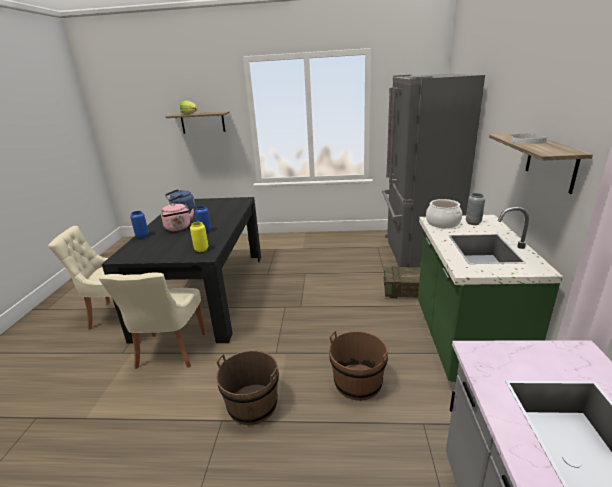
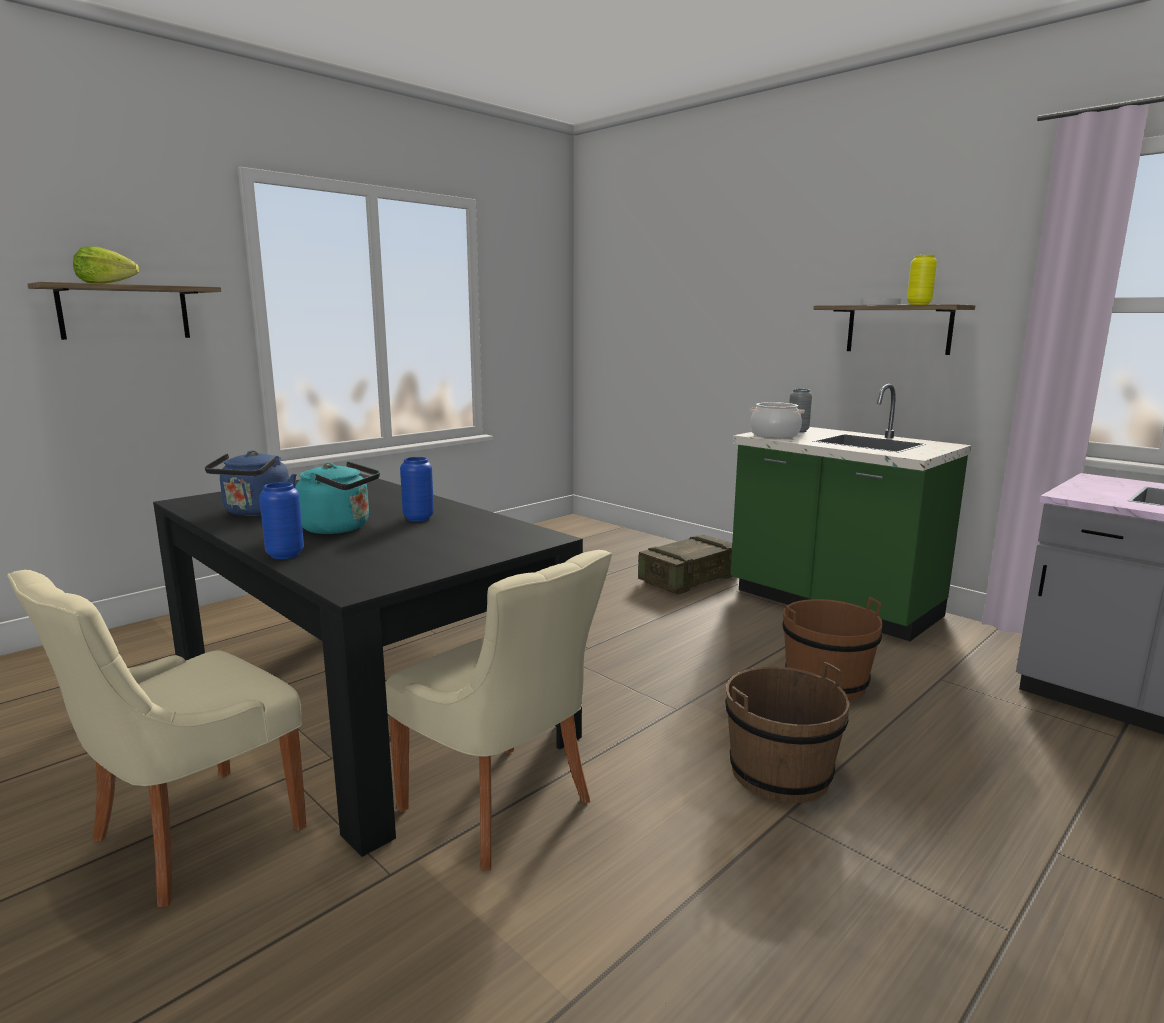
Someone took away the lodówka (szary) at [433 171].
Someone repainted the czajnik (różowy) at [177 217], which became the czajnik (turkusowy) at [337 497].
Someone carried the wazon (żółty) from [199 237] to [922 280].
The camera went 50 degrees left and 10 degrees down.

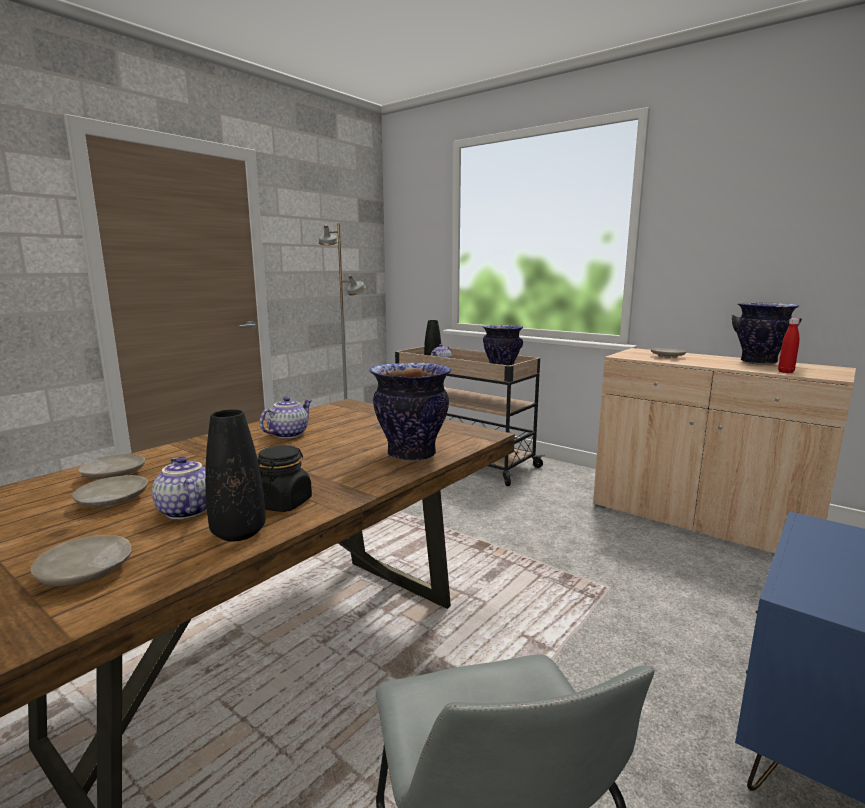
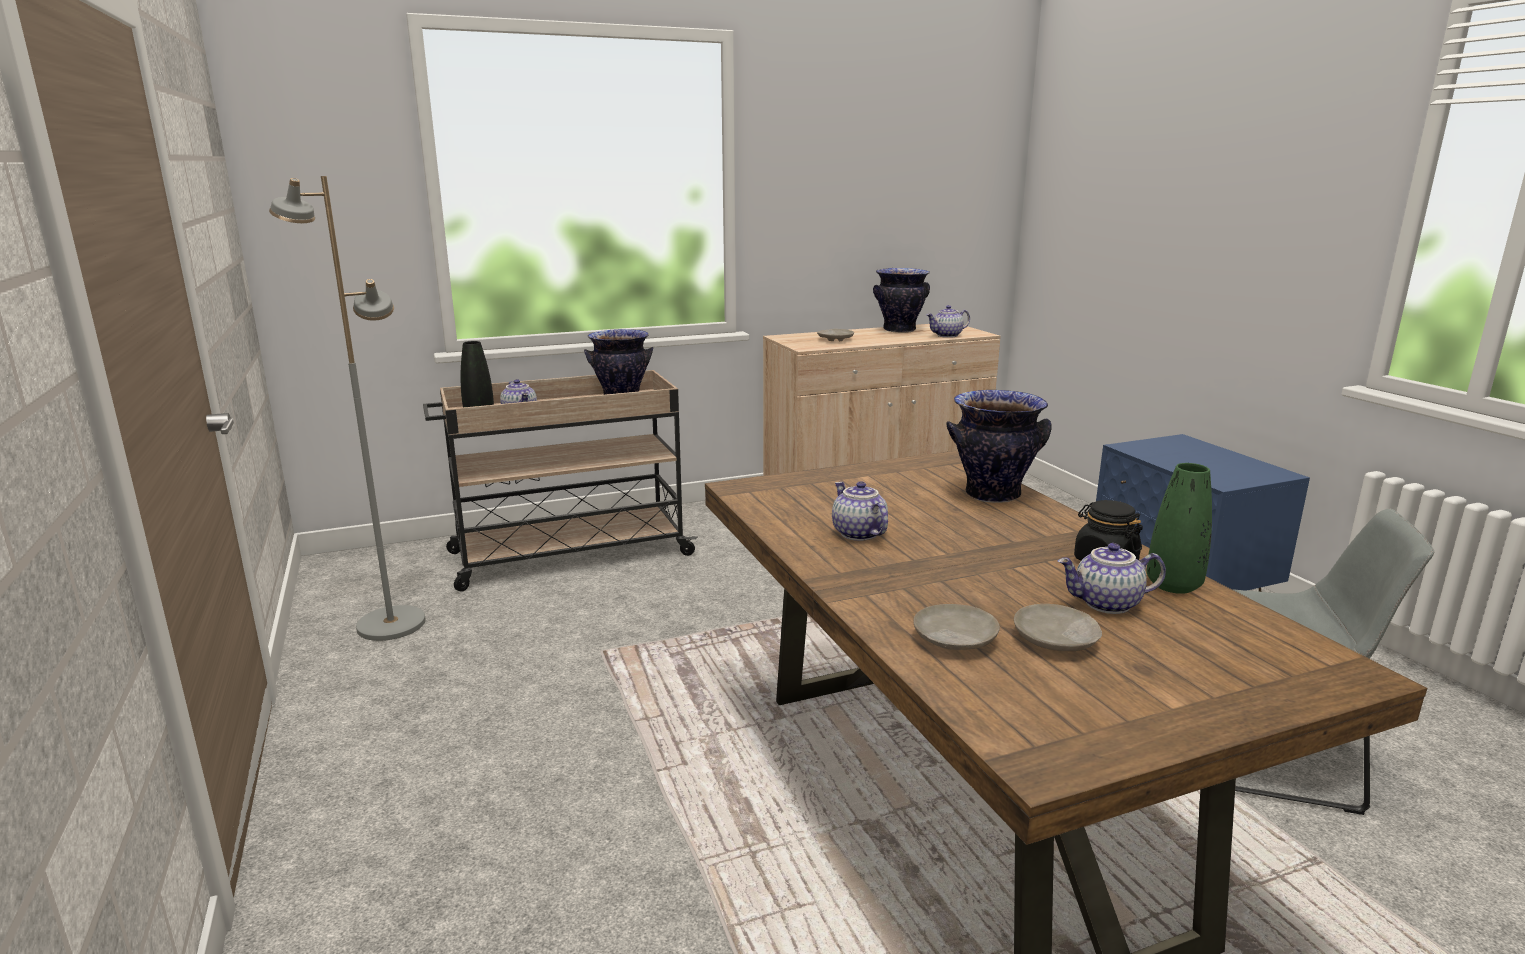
Someone swapped the butelka (czerwony) at [789 345] for the imbryk at [948 321].
Someone repainted the wazon (czarny) at [235 475], which became the wazon (zielony) at [1179 528].
Someone took away the talerz (beżowy) at [81 561].
The camera went 60 degrees left and 5 degrees up.

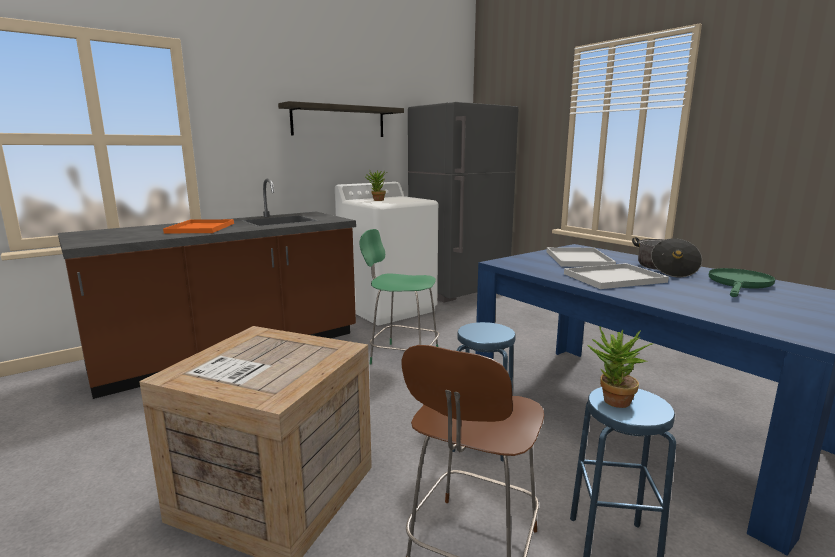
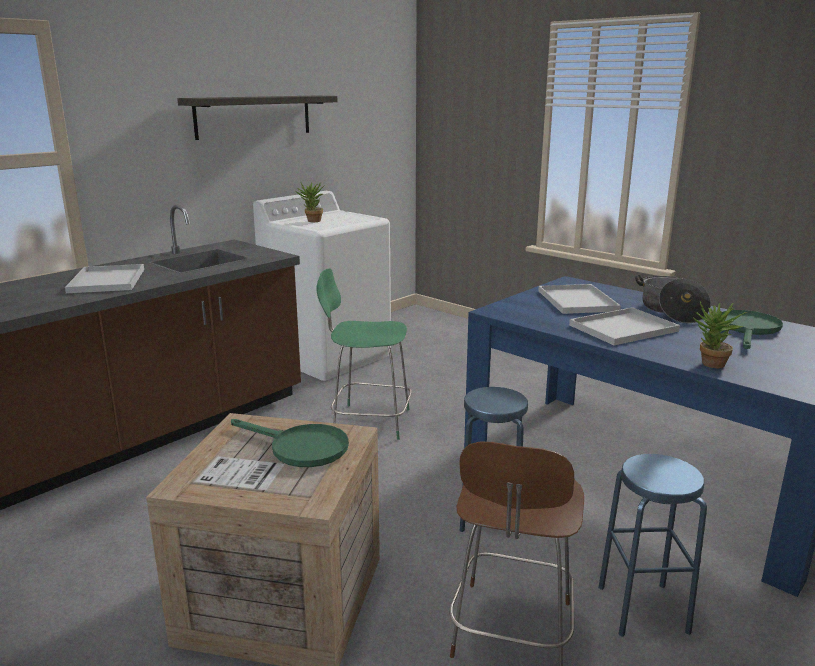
Someone took away the lodówka (szary) at [463 202].
Someone repainted the taca (pomarańczowy) at [198 226], which became the taca (biały) at [104 278].
Someone carried the roślina doniczkowa from [620 367] to [720 334].
Someone put down the patelnia (zielony) at [290 443].
The camera went 10 degrees left and 5 degrees up.

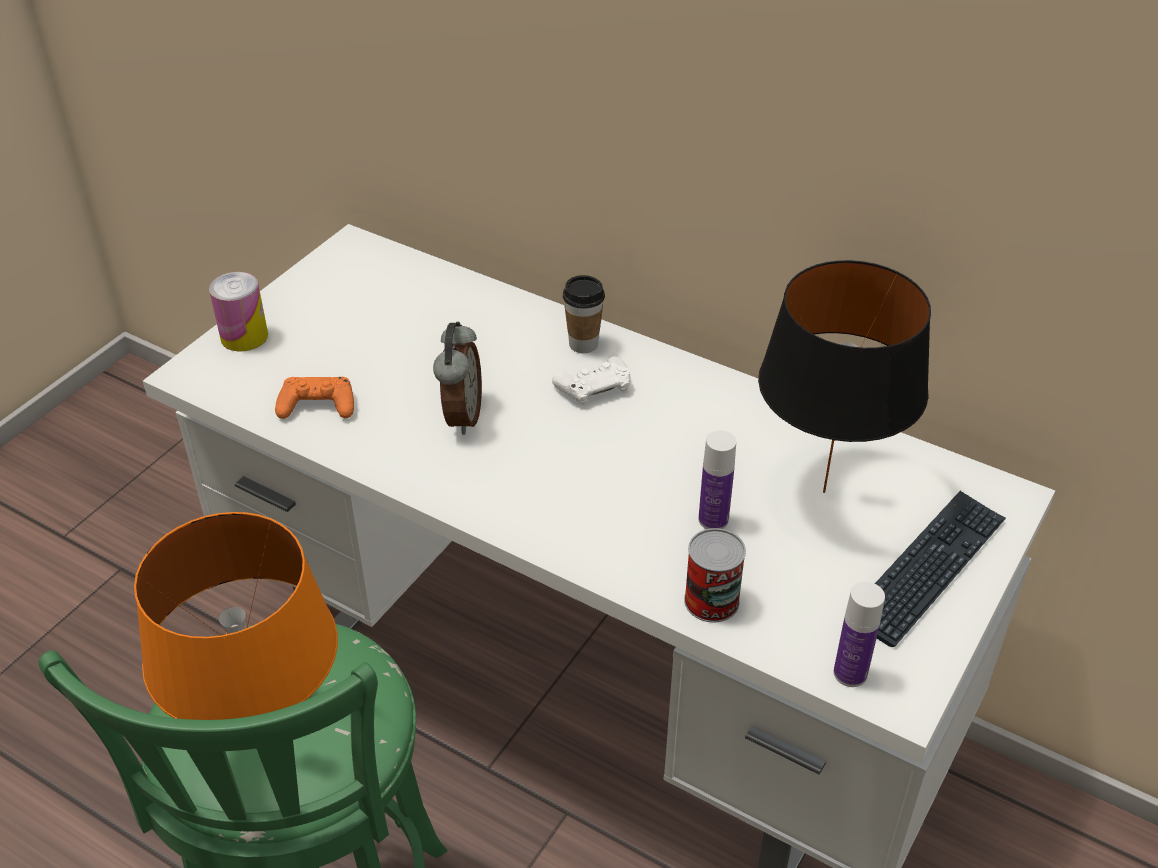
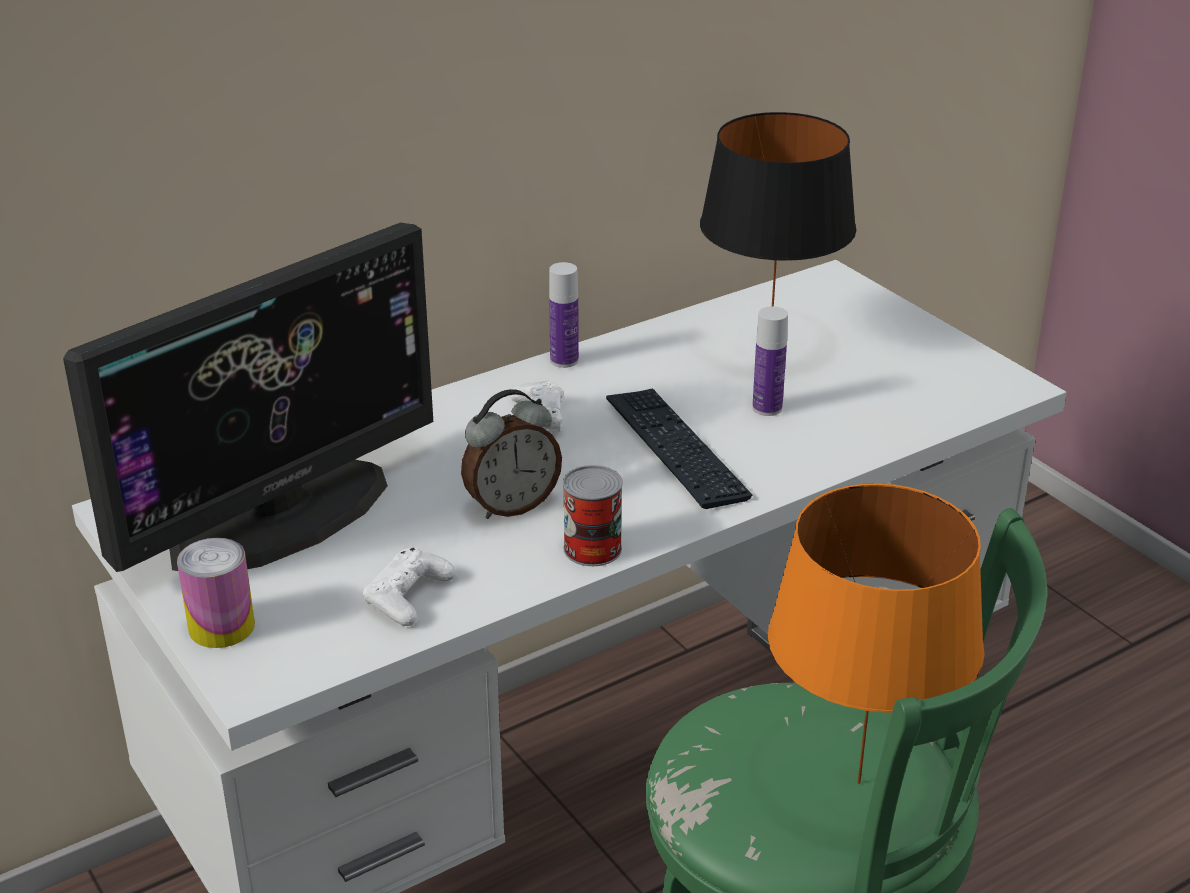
Someone took away the filiżanka at [584 314].
Someone rotated the budzik at [457 378] by 120 degrees clockwise.
Someone repainted the pad do gier (pomarańczowy) at [314 398], which became the pad do gier (biały) at [409 587].
Someone carried the klawiatura from [940 569] to [679 448].
Someone carried the puszka from [715 575] to [593 515].
Someone carried the butelka from [859 634] to [564 315].
Someone put down the monitor at [248 397].
The camera went 65 degrees left and 10 degrees down.

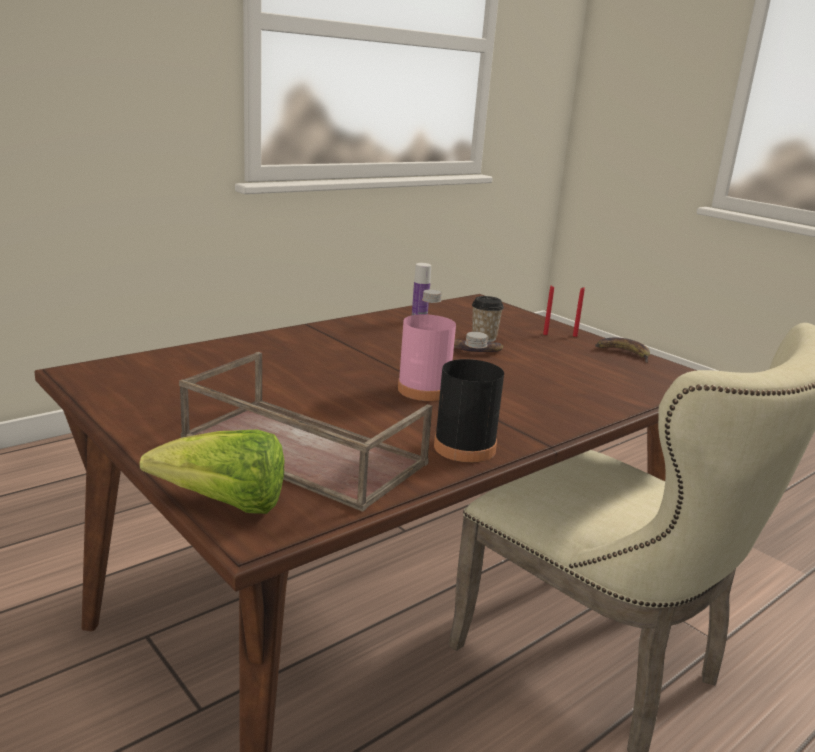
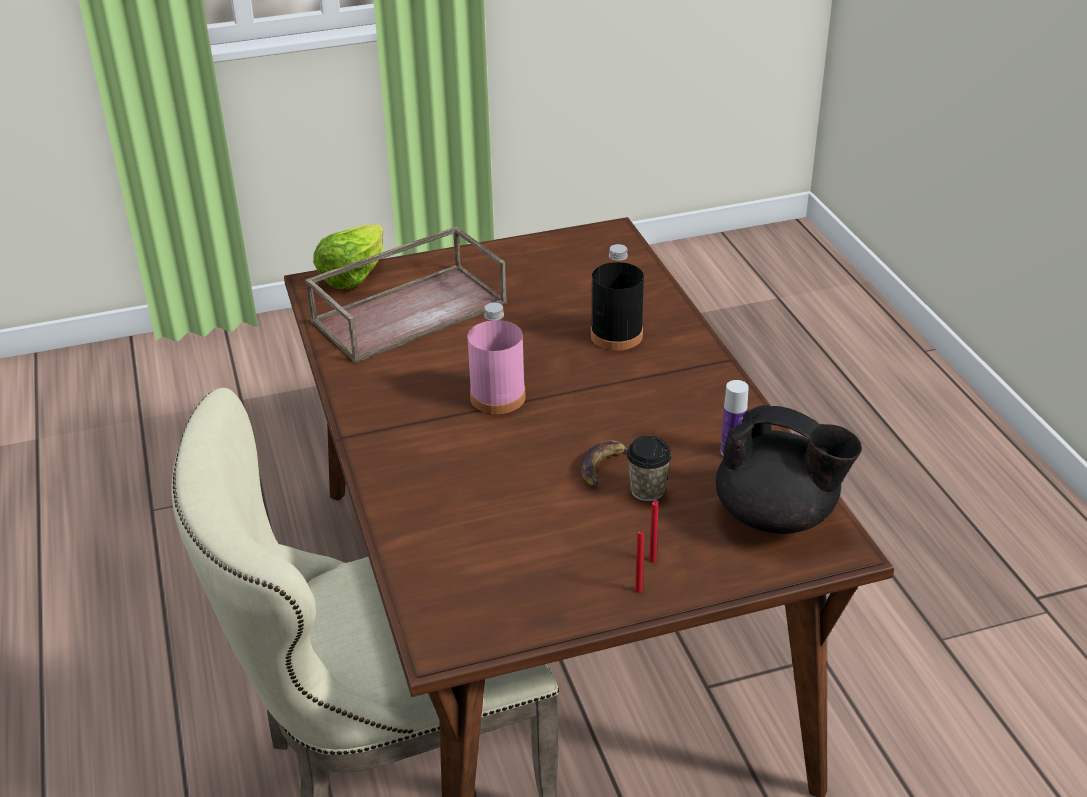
Someone carried the butelka (czarny) from [469 397] to [617 297].
Someone took away the banan at [622 350].
Someone put down the imbryk (czarny) at [789 469].
The camera went 115 degrees right and 15 degrees up.

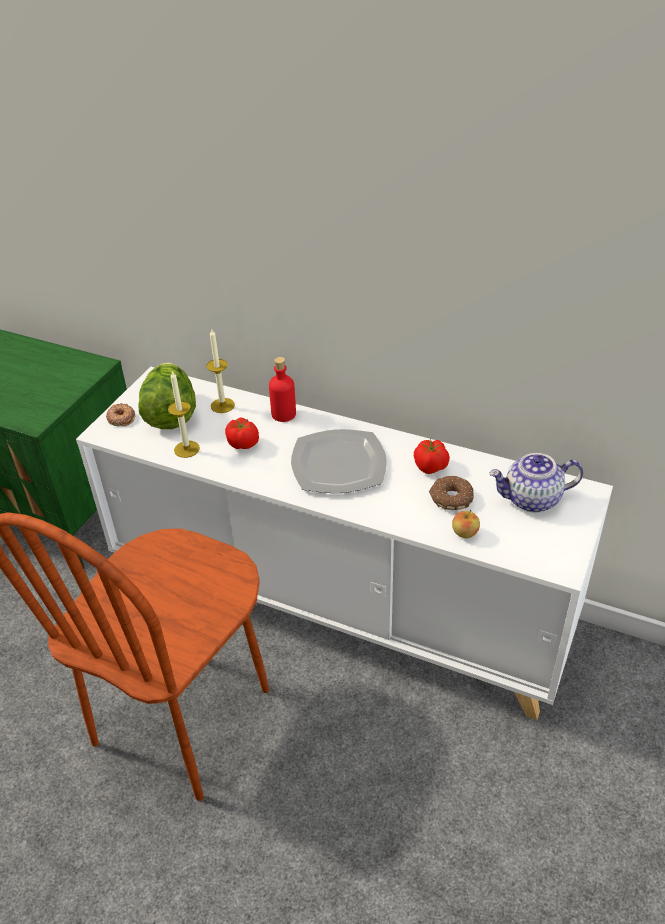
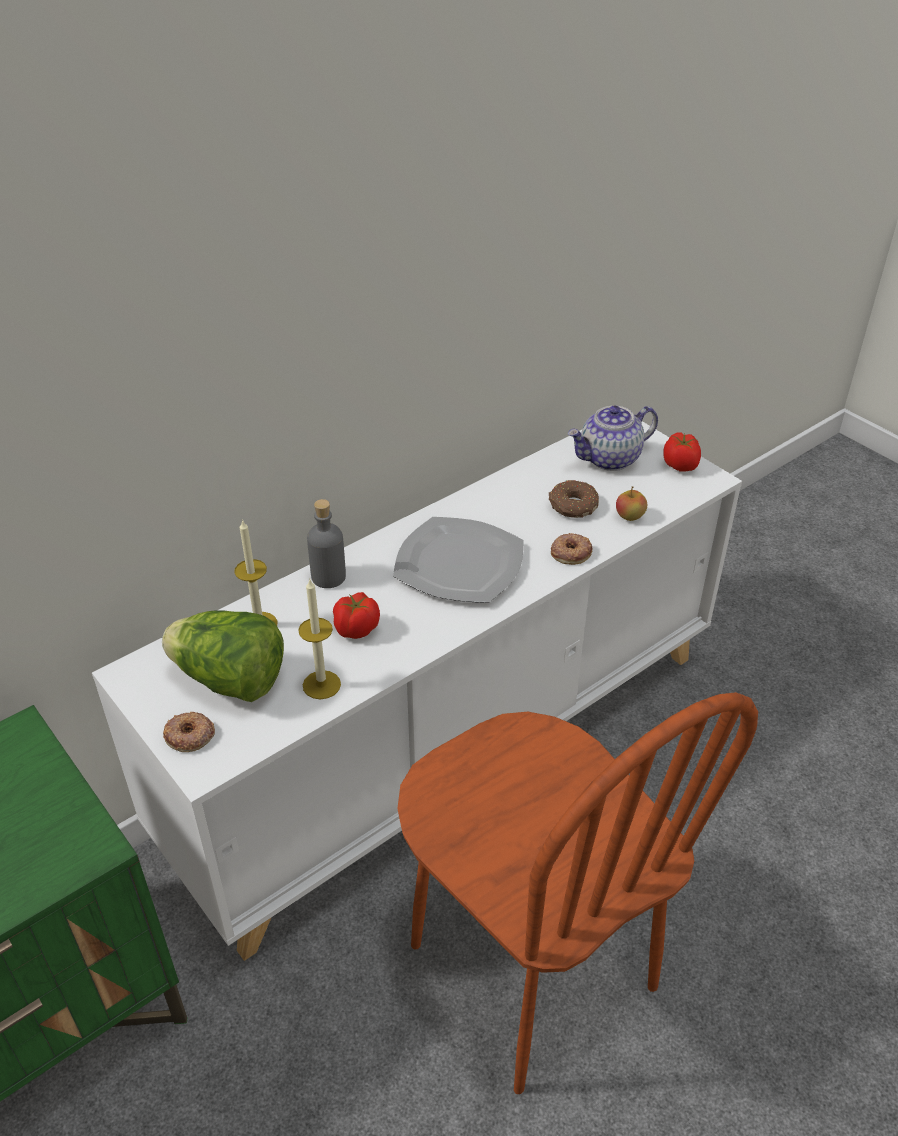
Someone repainted the butelka (czerwony) at [282 389], which became the butelka (szary) at [326 543].
Someone carried the pomidor from [432 456] to [682 452].
Someone rotated the imbryk at [536 482] by 45 degrees clockwise.
Someone put down the donut at [571 549].
The camera went 65 degrees left and 0 degrees up.

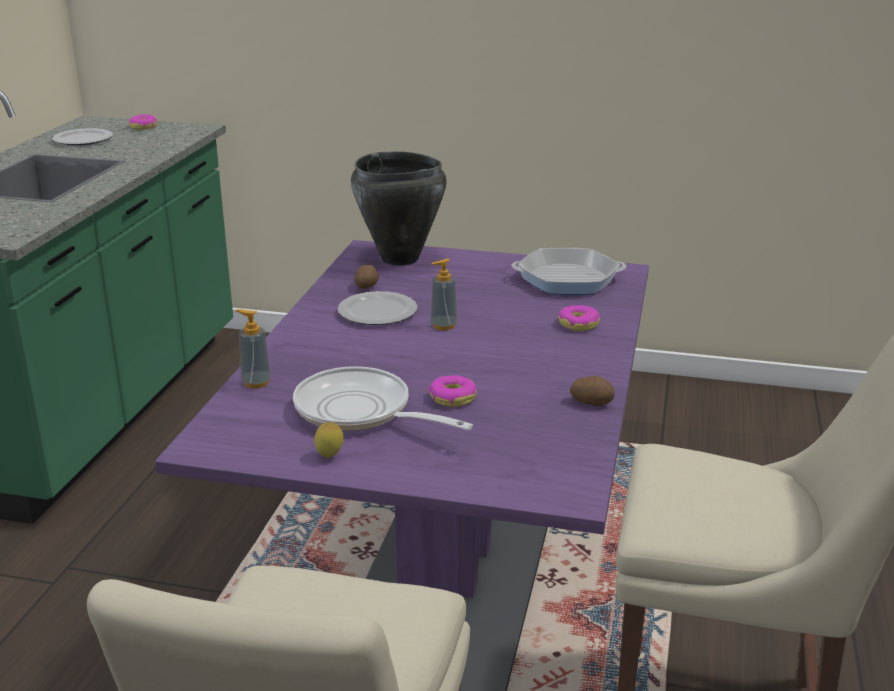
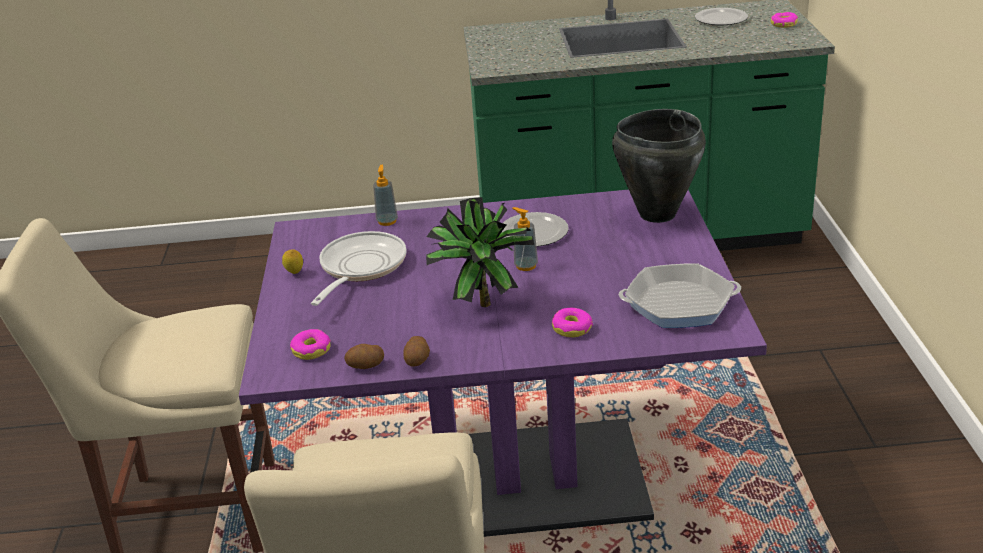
Someone rotated the patelnia at [568 271] by 75 degrees counterclockwise.
Someone carried the ziemniak from [367 277] to [364 356].
Someone carried the donut from [453 391] to [310 344].
Someone put down the roślina doniczkowa at [480 252].
The camera went 75 degrees right and 5 degrees up.

